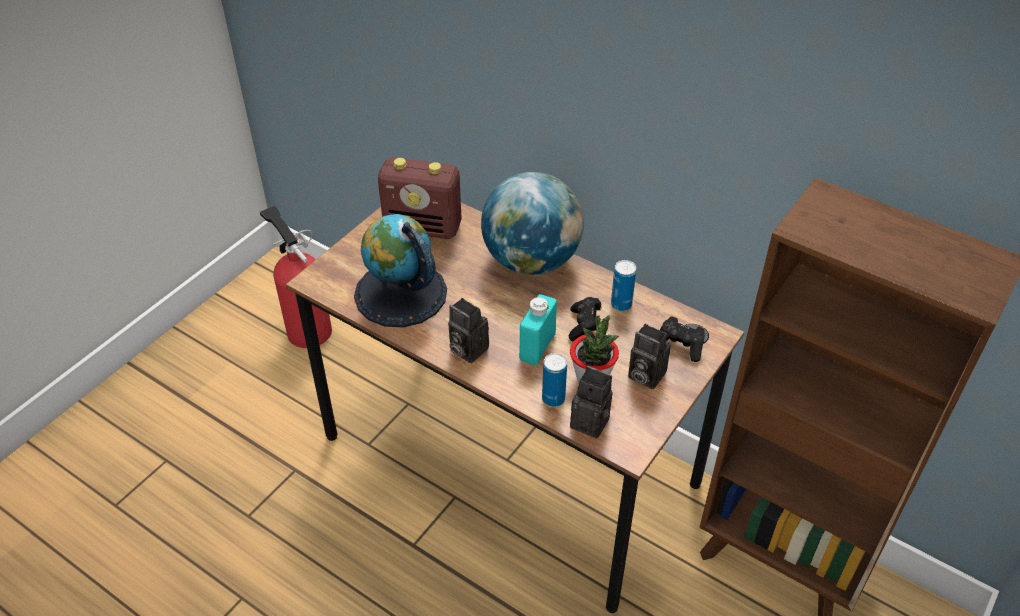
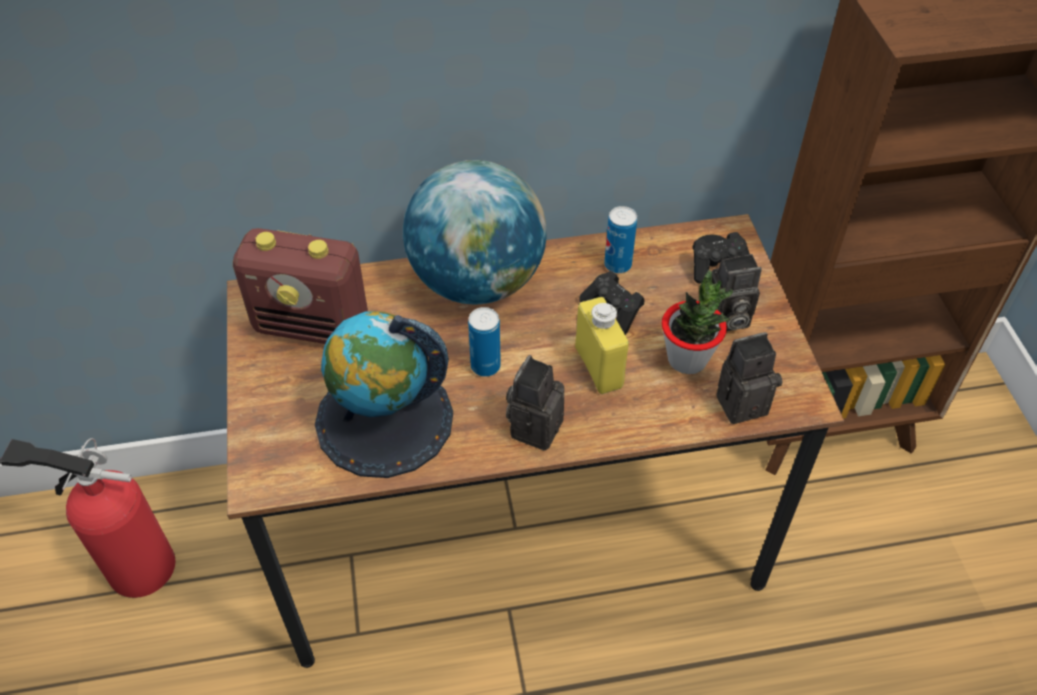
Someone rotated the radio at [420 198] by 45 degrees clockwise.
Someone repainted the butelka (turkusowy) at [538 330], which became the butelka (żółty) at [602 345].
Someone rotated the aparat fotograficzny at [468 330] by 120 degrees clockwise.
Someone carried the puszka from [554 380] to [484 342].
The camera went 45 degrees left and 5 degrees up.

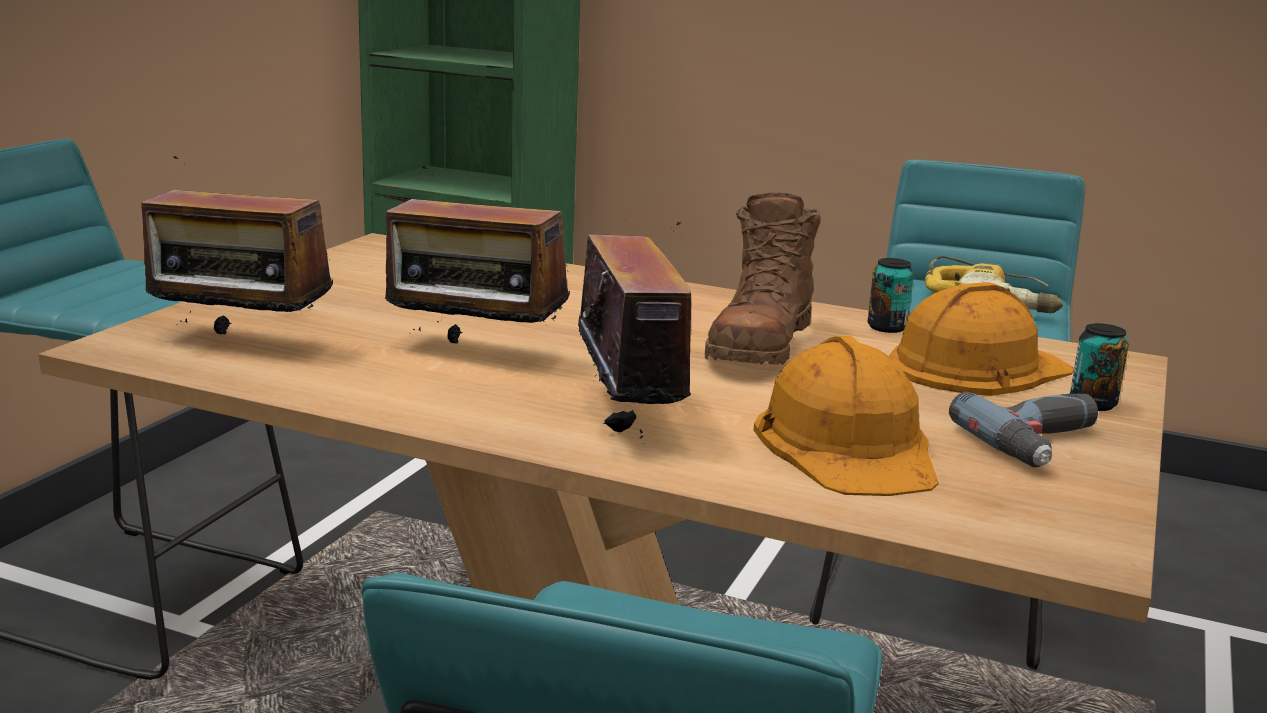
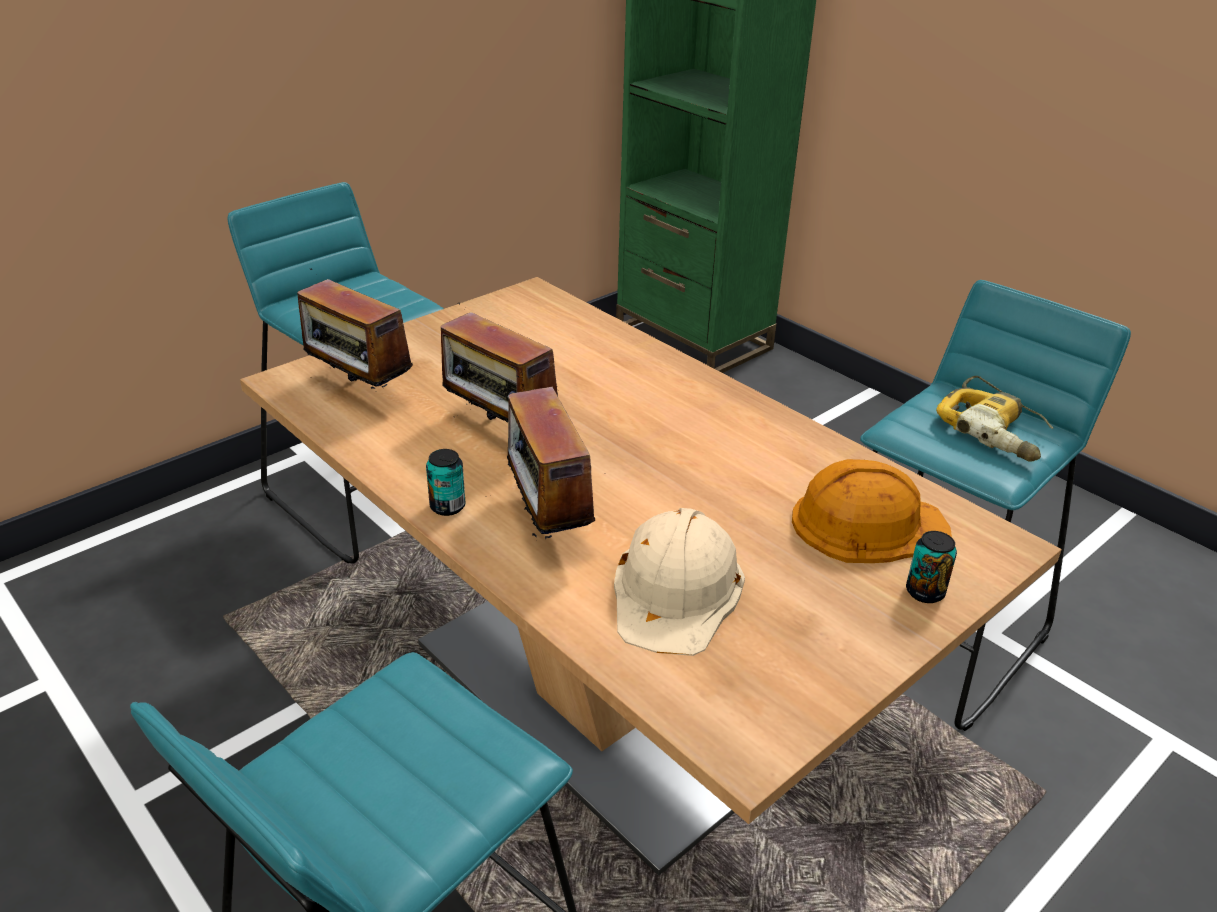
Someone took away the but z cholewką (brązowy) at [763 278].
Someone rotated the radio at [637 333] by 150 degrees clockwise.
Someone carried the puszka from [890 295] to [445 482].
Someone repainted the kask (pomarańczowy) at [846 416], which became the kask (beżowy) at [679 582].
Someone took away the wiertarka at [1023 430].
The camera went 25 degrees right and 15 degrees up.

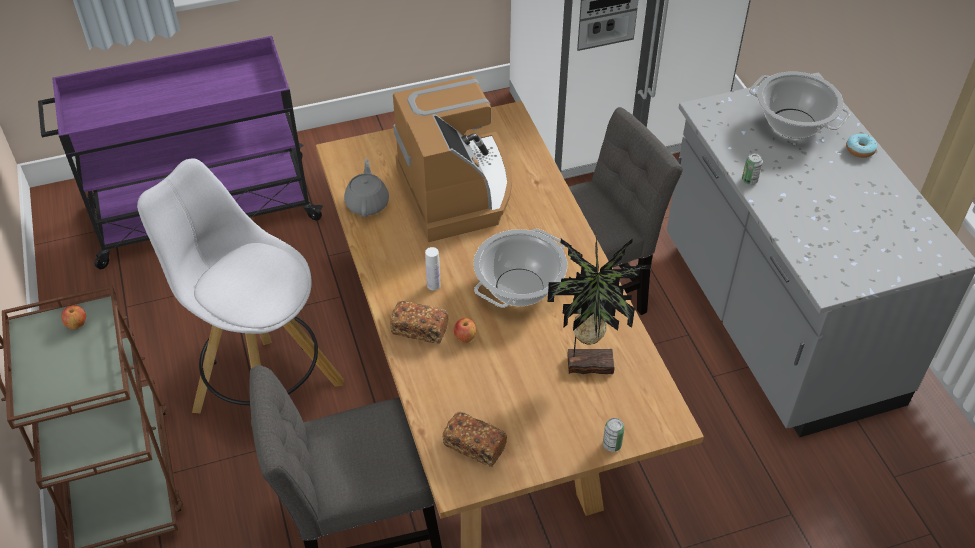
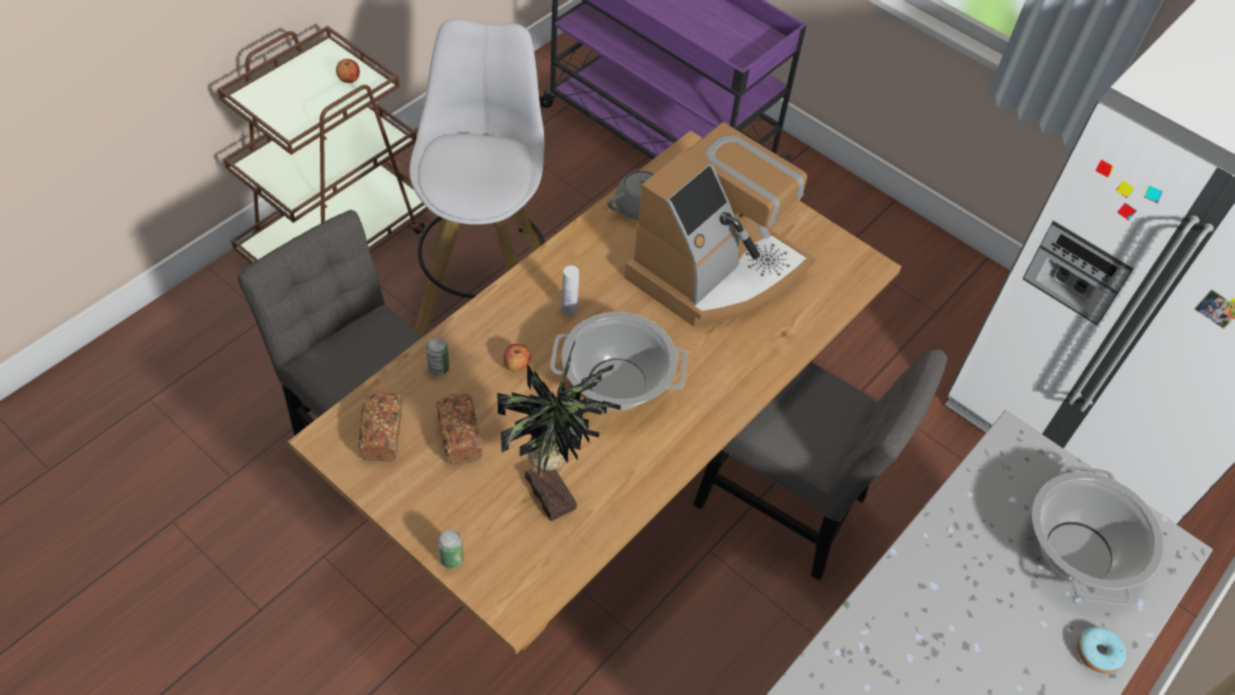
Someone carried the puszka from [752 169] to [437 357].
Someone carried the chleb from [419 322] to [459 428].
The camera went 55 degrees right and 5 degrees up.

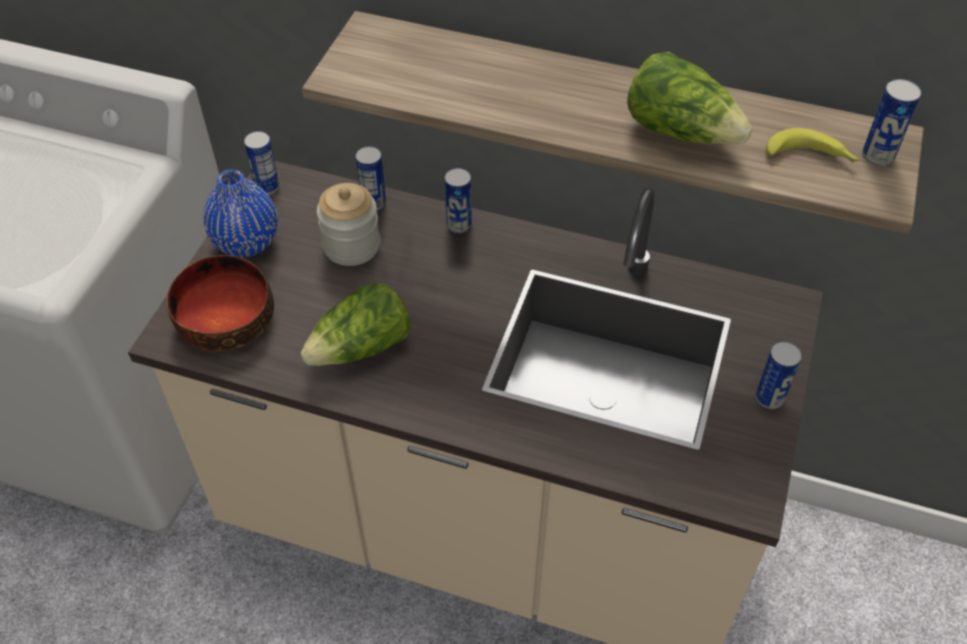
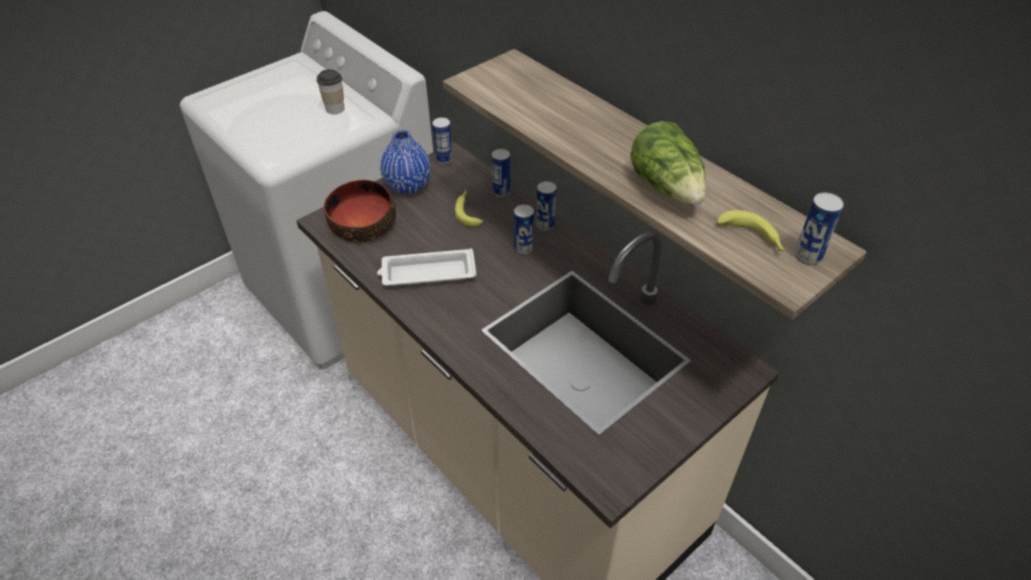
Someone swapped the słoik at [348 224] for the banan at [469 209].
Someone swapped the sałata at [356 324] for the taca (biały) at [426 267].
Someone carried the puszka from [779 375] to [524 229].
Someone put down the filiżanka at [331 91].
The camera went 30 degrees right and 5 degrees down.

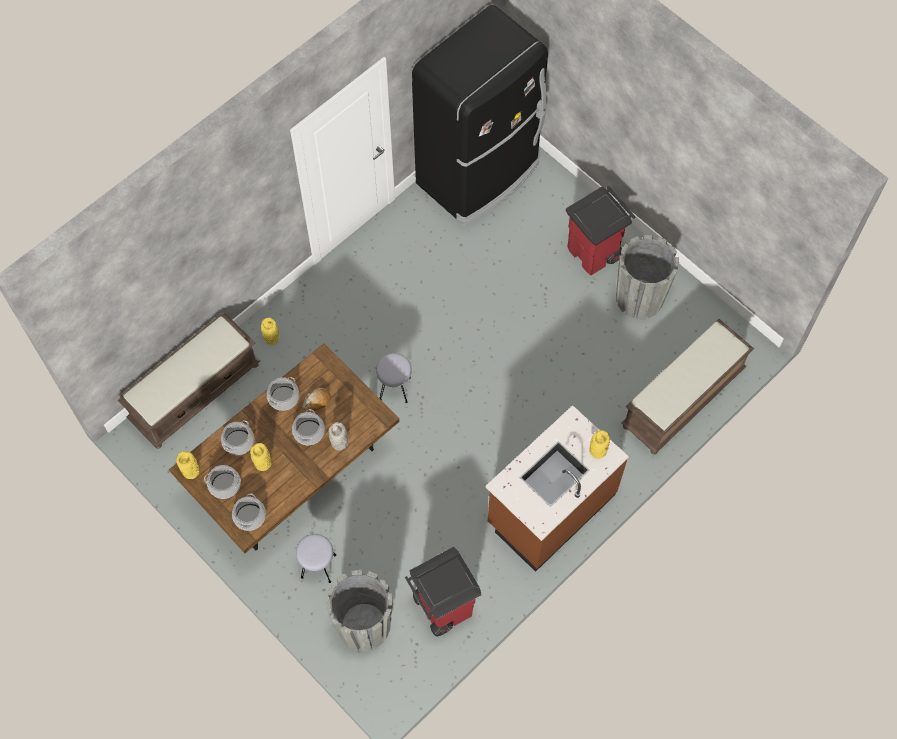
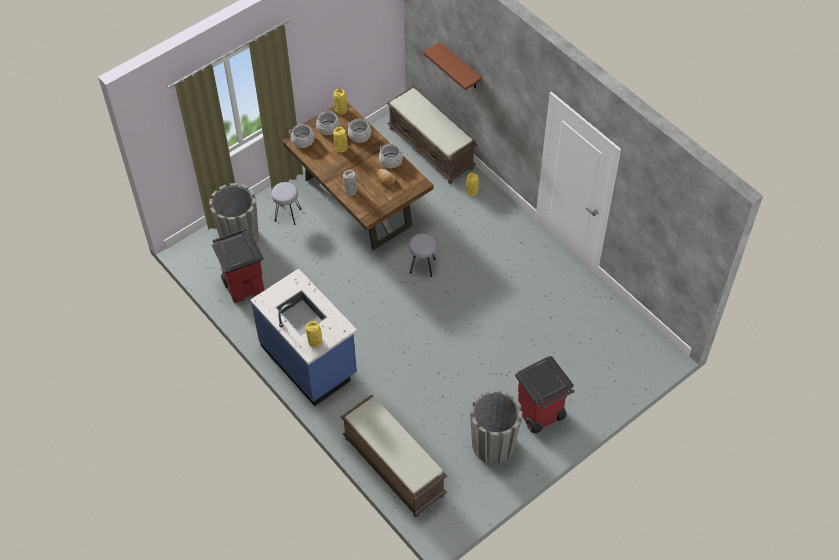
Someone took away the lodówka (czarny) at [480 115].
Someone repainted the zabudowa kuchenna (brązowy) at [557 489], which became the zabudowa kuchenna (niebieski) at [303 337].
Someone took away the garnek at [308 427].
Someone put up the półka (brązowy) at [453 66].
The camera went 95 degrees right and 10 degrees down.

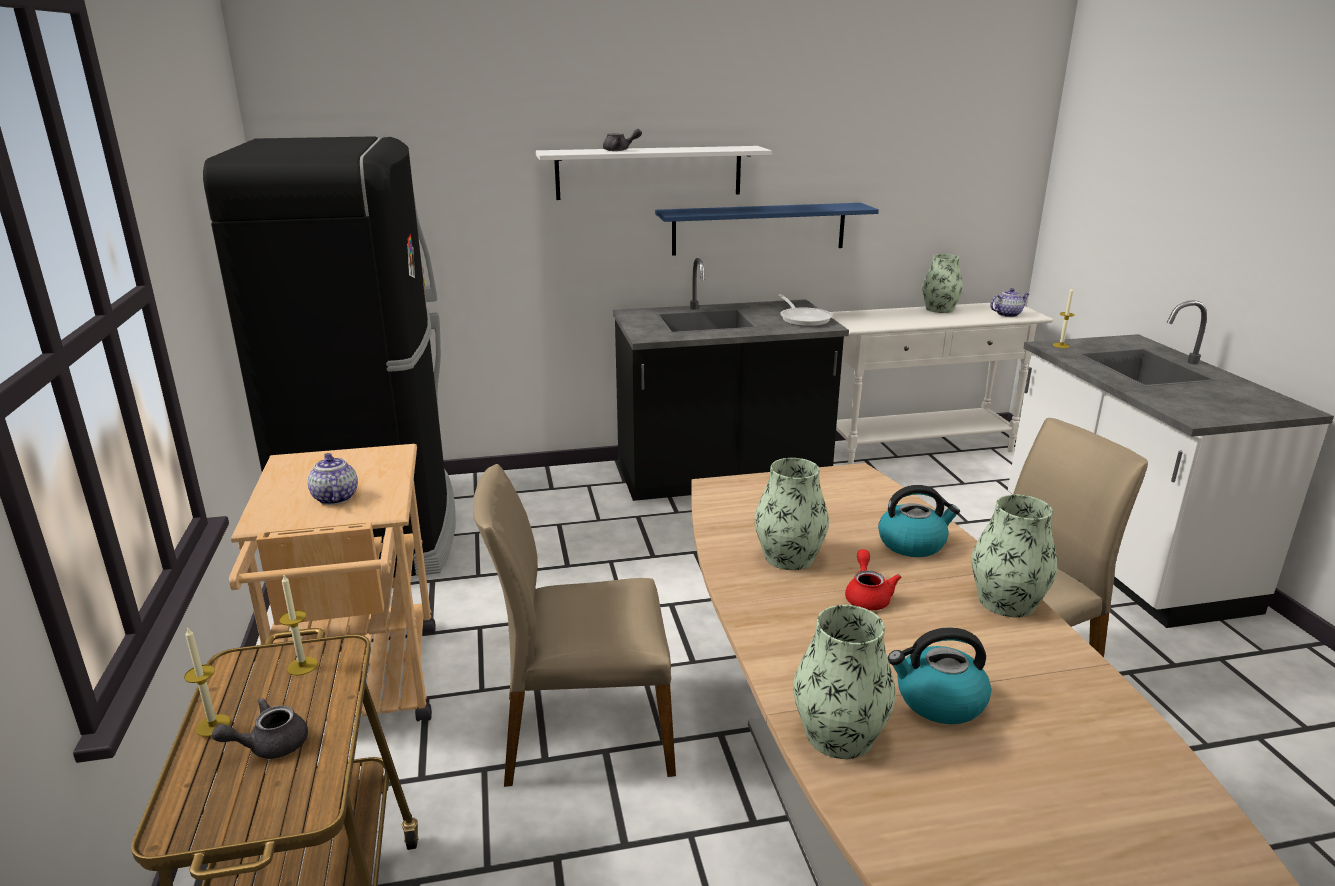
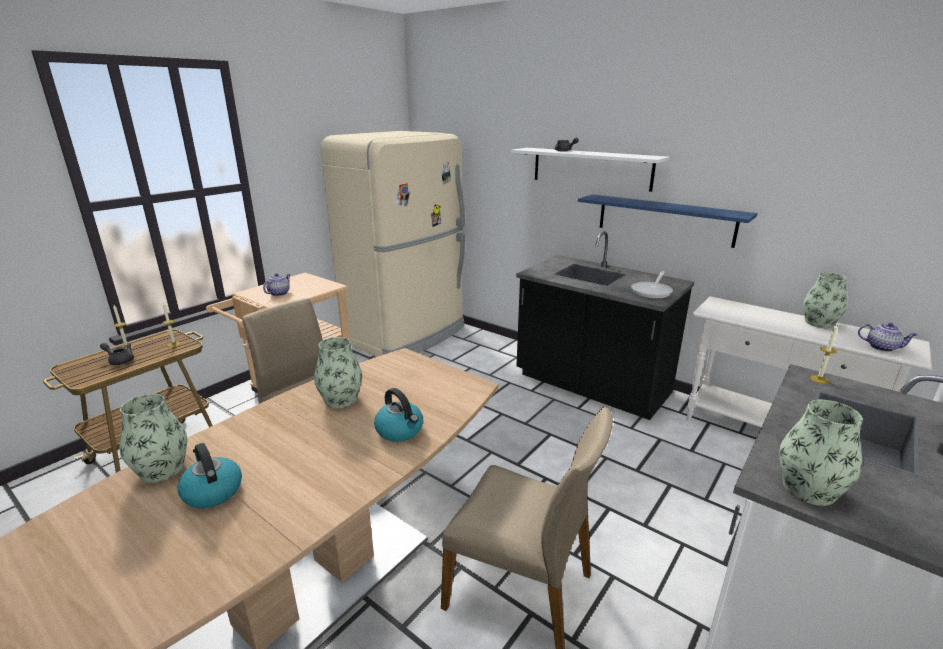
Someone repainted the lodówka (czarny) at [329 357], which became the lodówka (beżowy) at [393 244].
Someone carried the wazon from [1015 556] to [821 453].
Someone took away the imbryk (czerwony) at [873 579].
The camera went 50 degrees right and 0 degrees up.

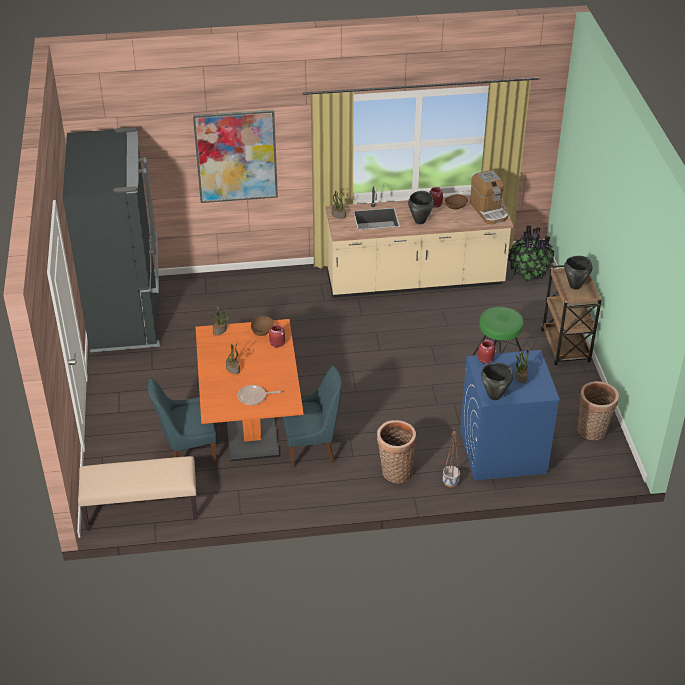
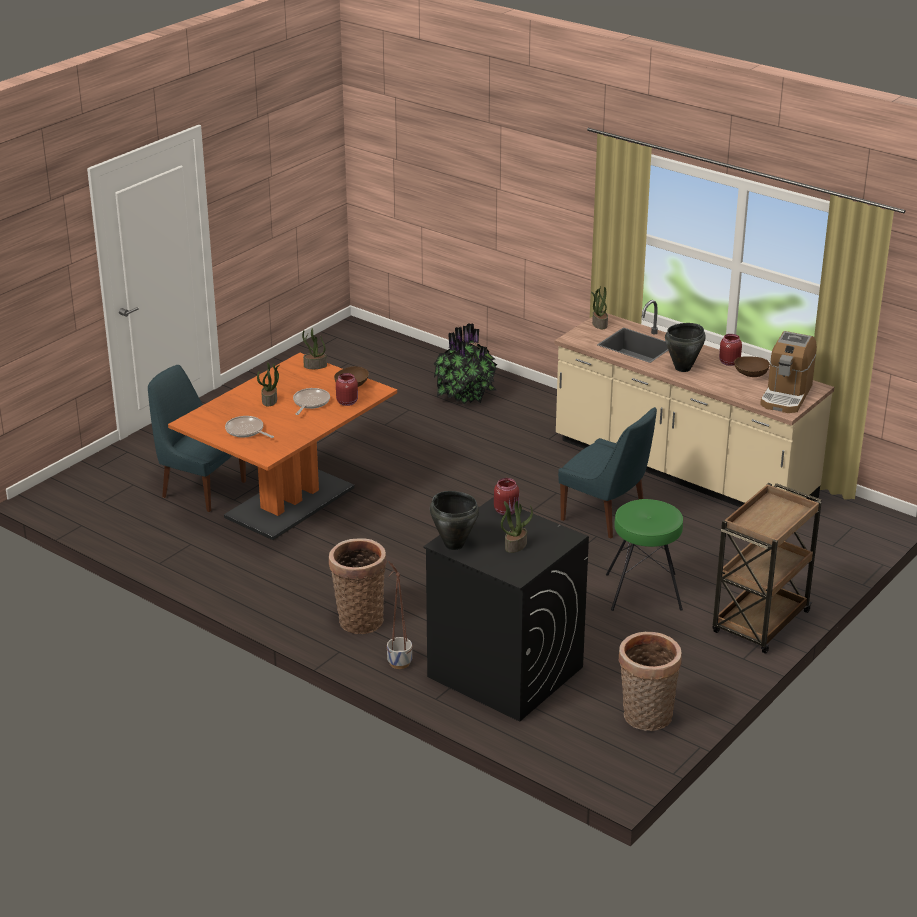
Someone took away the obraz at [235 156].
Someone took away the lodówka (czarny) at [111 239].
Someone carried the roślina doniczkowa from [531 254] to [465 364].
Someone took away the garnek (czarny) at [578 273].
Someone repainted the pralka (niebieski) at [510 415], which became the pralka (czarny) at [506 609].
Someone carried the krzesło (niebieski) from [313 417] to [607 473].
Someone took away the ławka (beżowy) at [138 493].
Someone put down the patelnia at [311 401].
The camera went 45 degrees right and 10 degrees down.

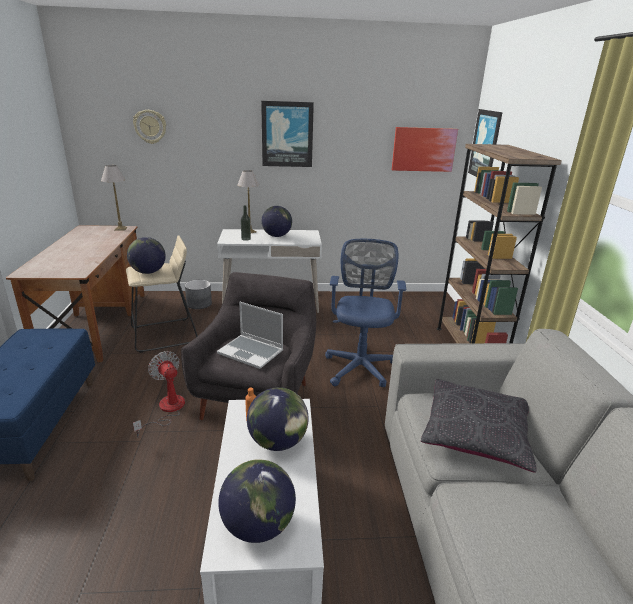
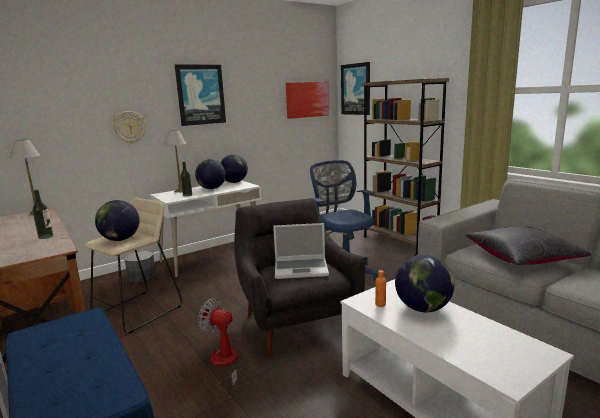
Someone carried the zegar ścienny from [149 127] to [129 127].
Someone carried the globus from [257 501] to [234 169].
Someone put down the butelka at [42 214].
The camera went 30 degrees left and 10 degrees down.

